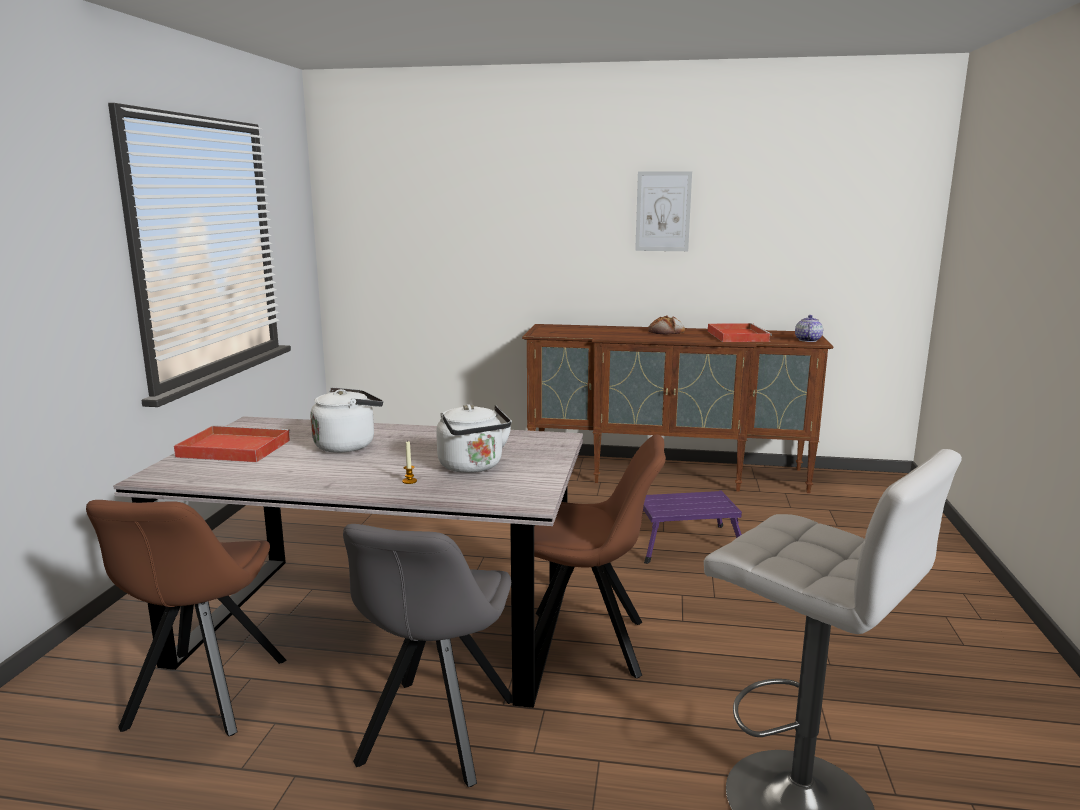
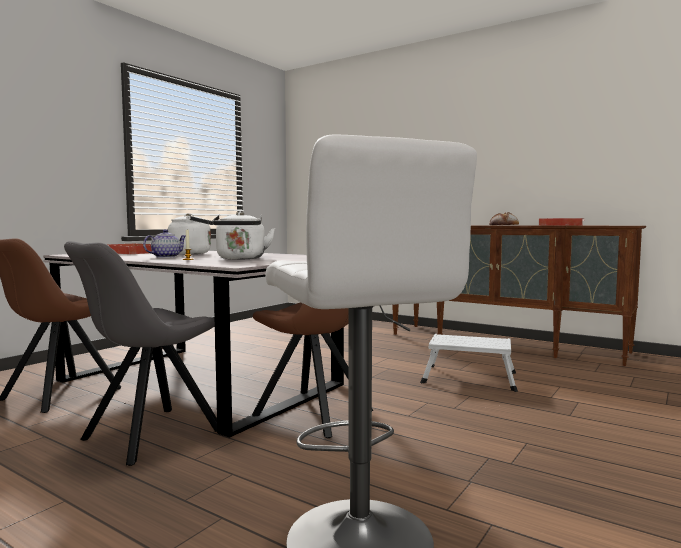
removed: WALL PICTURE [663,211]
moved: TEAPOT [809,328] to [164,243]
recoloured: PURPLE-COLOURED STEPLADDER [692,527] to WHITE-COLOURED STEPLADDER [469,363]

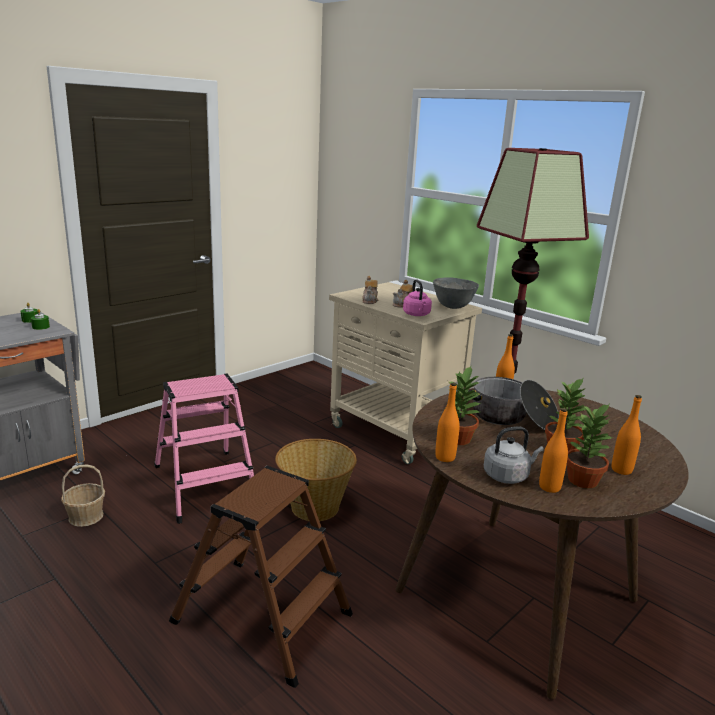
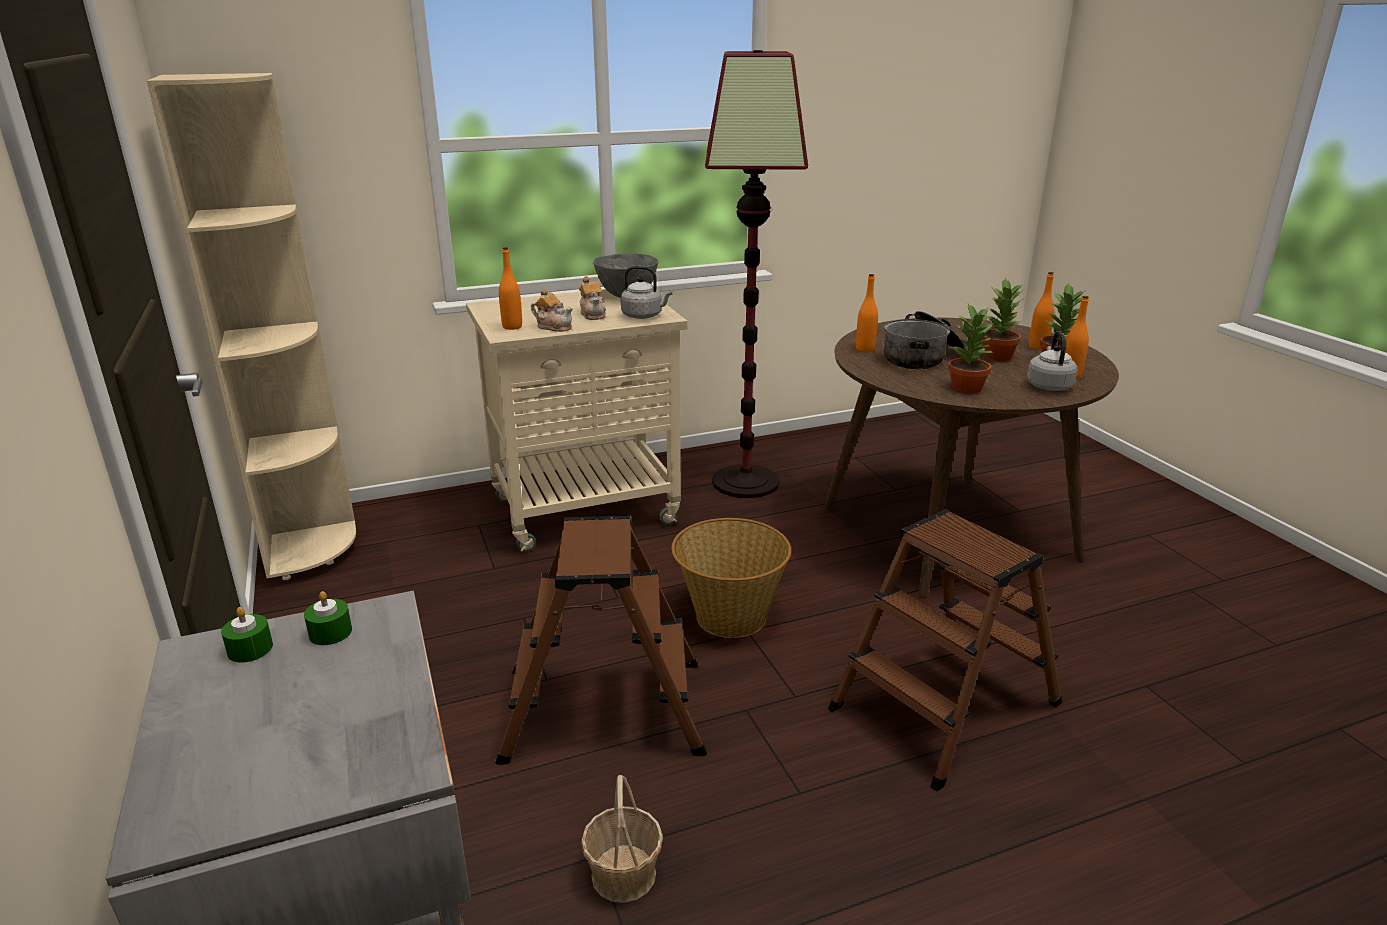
added: BEIGE SHELVING UNIT [251,326]
moved: ORANGE-COLOURED BEVERAGE BOTTLE [447,422] to [510,288]
recoloured: PINK STEPLADDER [204,448] to BROWN-COLOURED STEPLADDER [601,640]; PINK WATER KETTLE [417,297] to GREY WATER KETTLE [646,292]

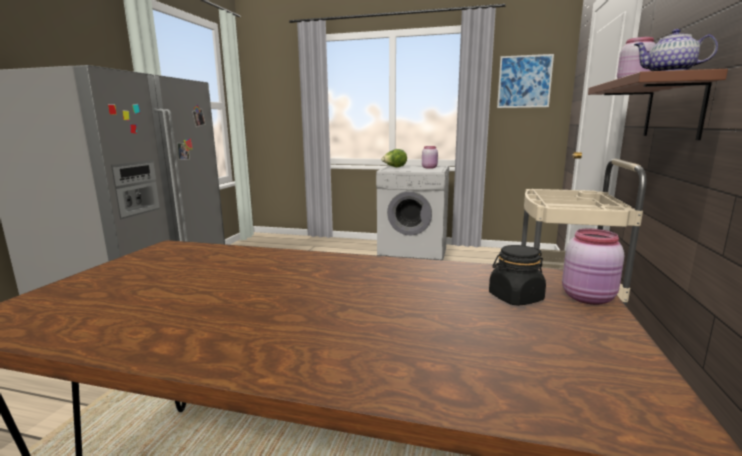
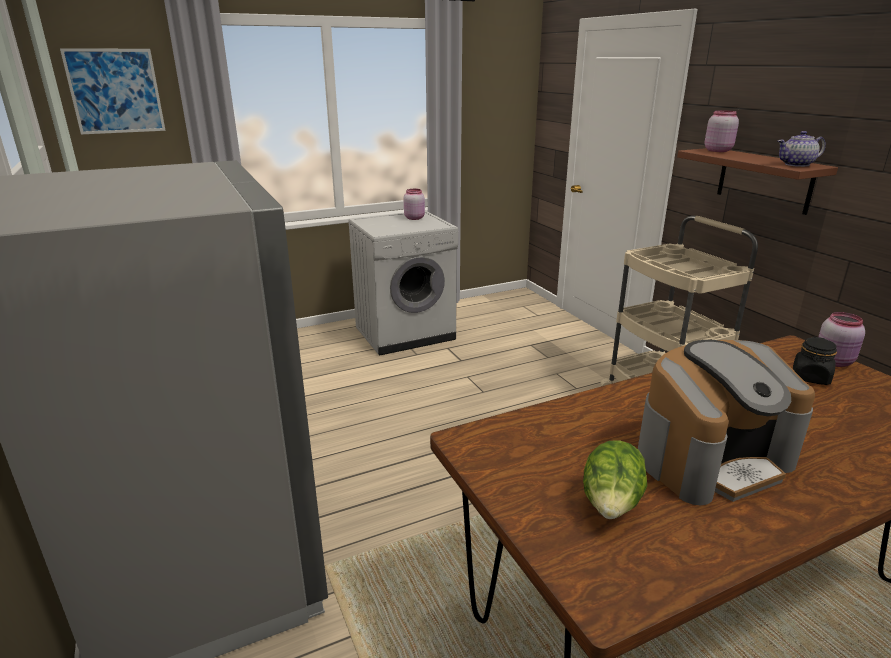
added: COFFEE MACHINE [726,422]
moved: LETTUCE [394,158] to [615,479]; WALL PICTURE [525,81] to [113,91]

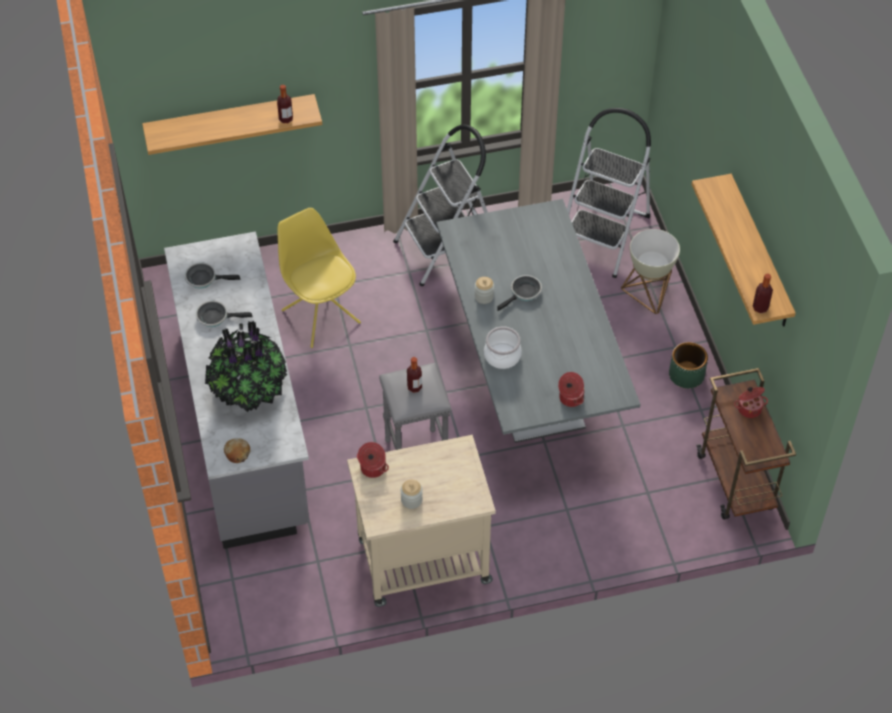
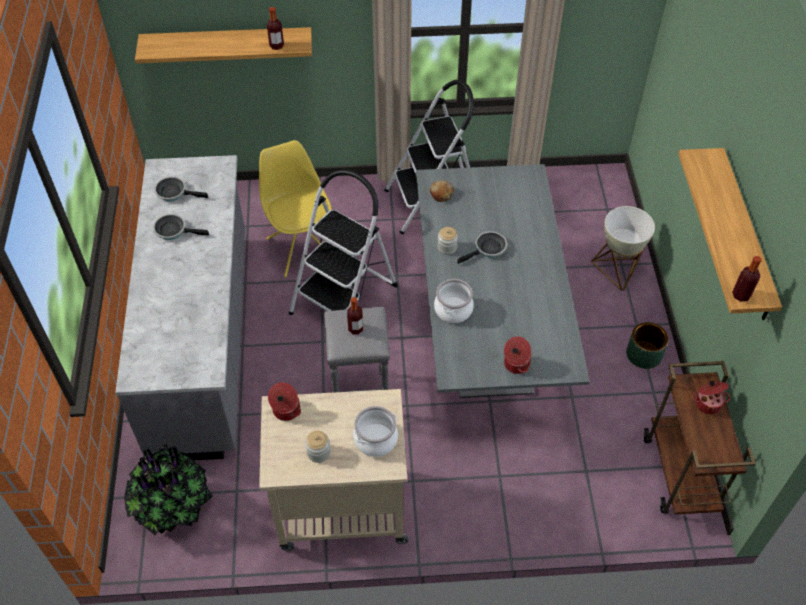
added: SAUCEPOT [375,431]
moved: POTTED PLANT [246,366] to [168,489]; BAKERY BREAD [237,450] to [442,191]; STEPLADDER [609,193] to [343,242]

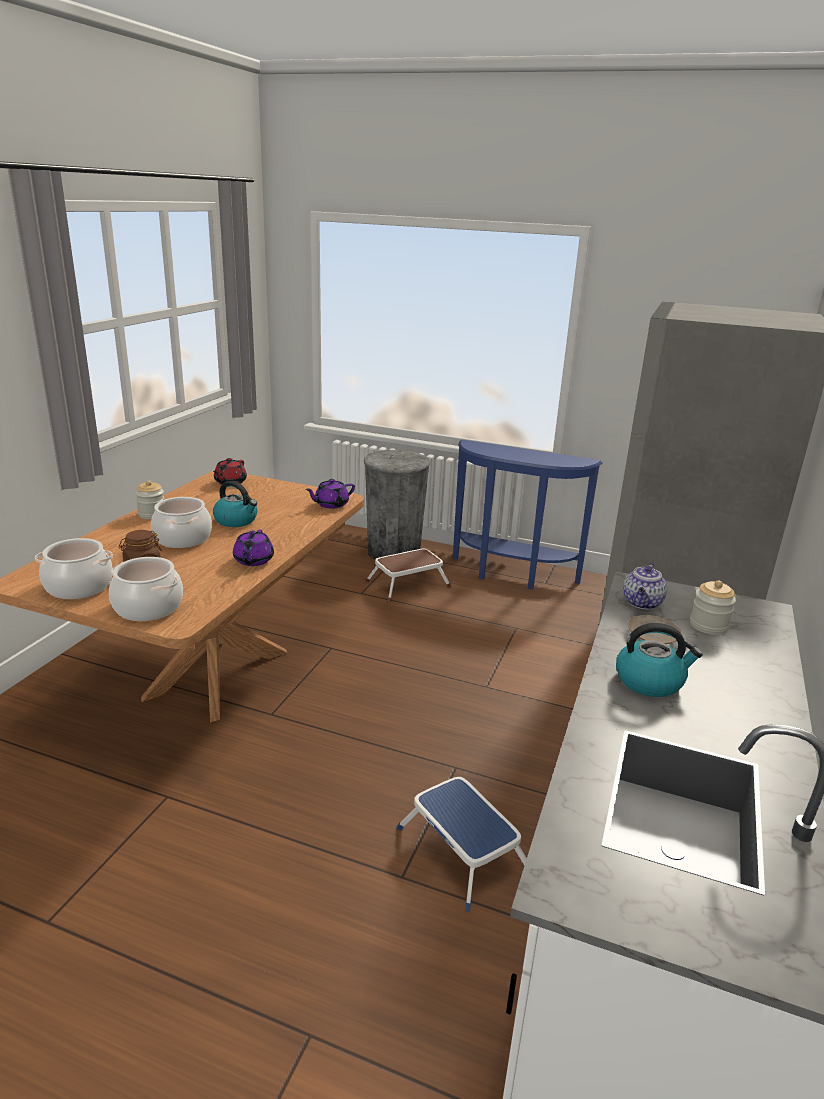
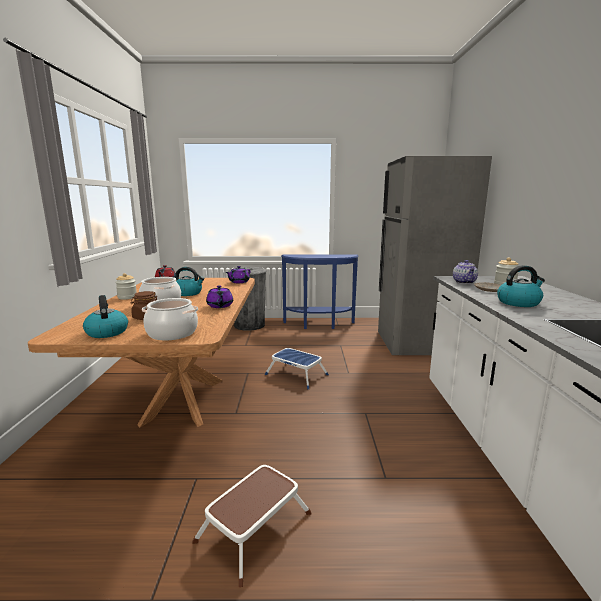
moved: BROWN-COLOURED STEPLADDER [408,576] to [251,526]; BLUE STEPLADDER [461,844] to [297,368]
replaced: SAUCEPOT [74,568] to WATER KETTLE [105,316]

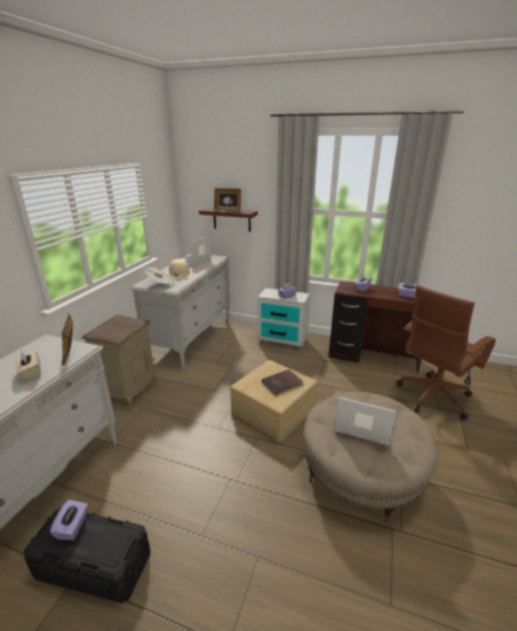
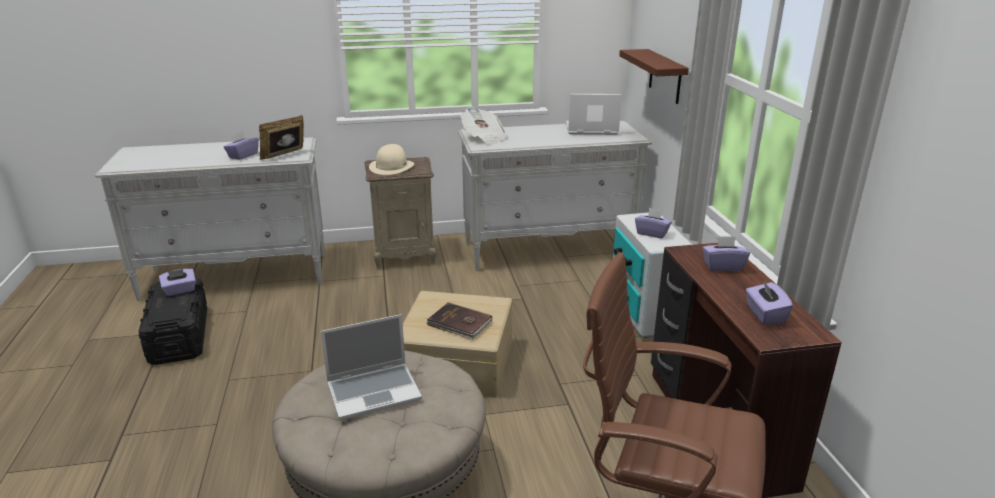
removed: PHOTO FRAME [227,199]
moved: BEIGE WEARABLE HAT [180,269] to [391,159]
recoloured: BEIGE TISSUE HOLDER [28,365] to PURPLE-COLOURED TISSUE HOLDER [241,145]
turned: NOTEBOOK COMPUTER [365,421] = [371,367] 75 degrees clockwise

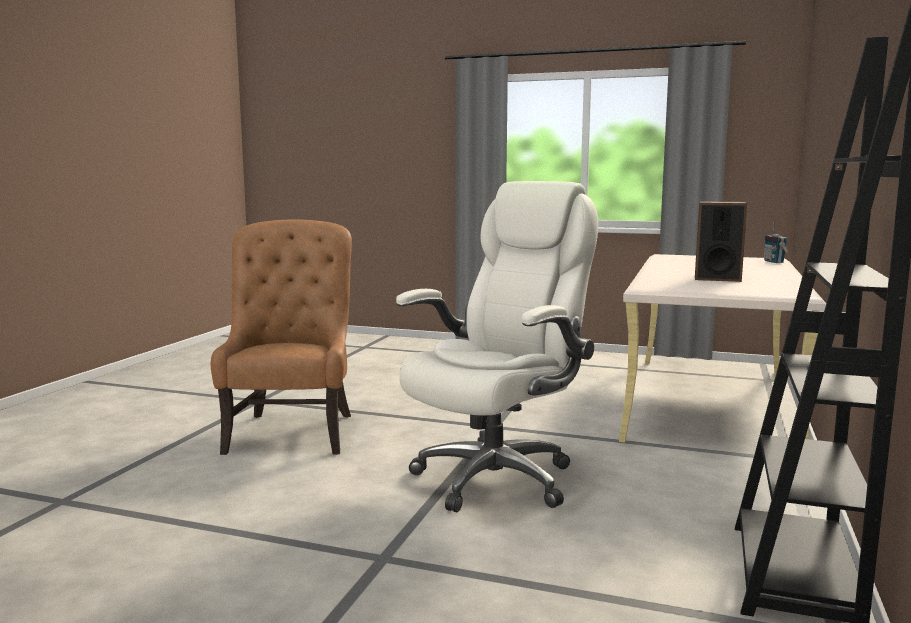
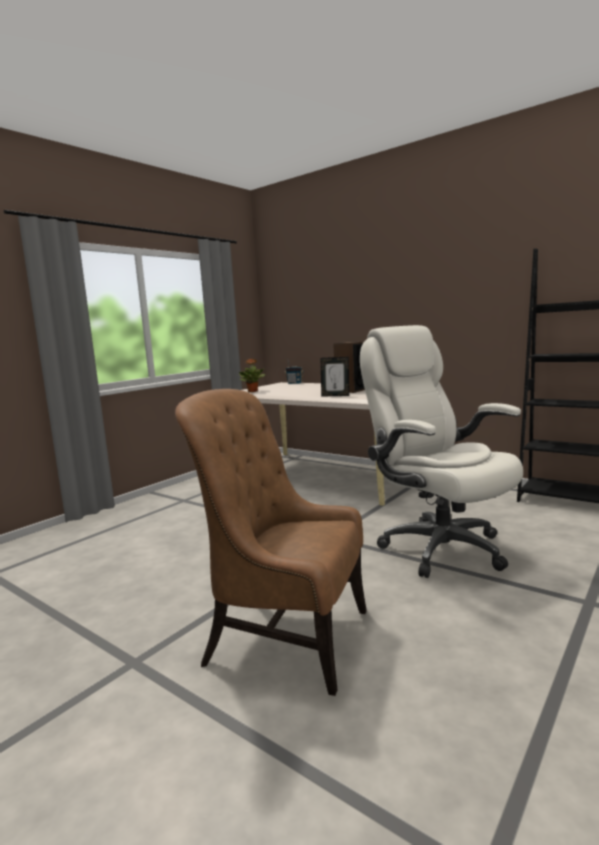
added: POTTED PLANT [252,375]; PHOTO FRAME [335,377]

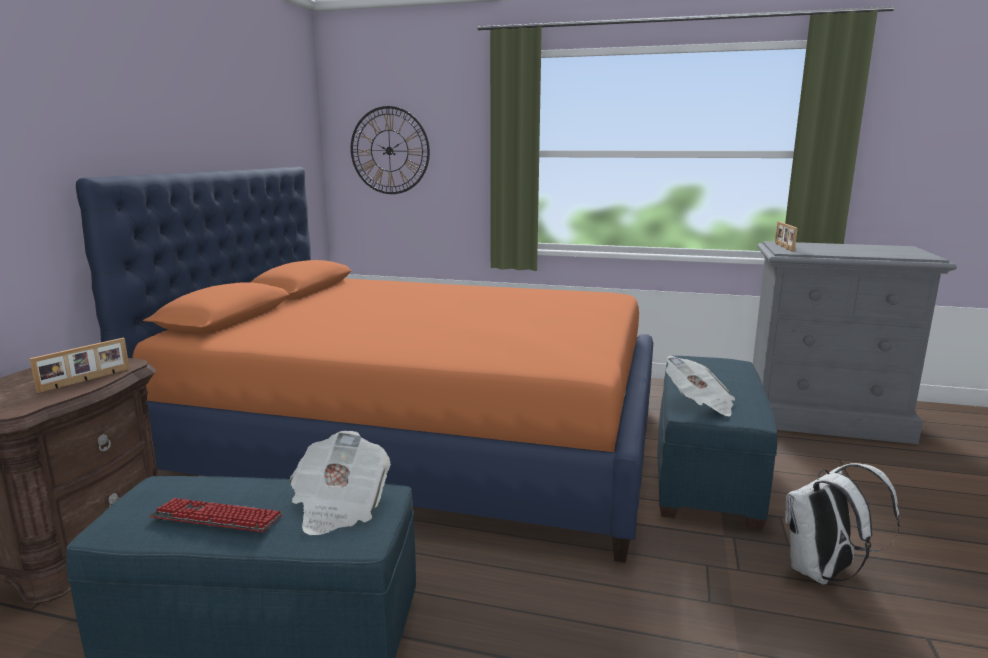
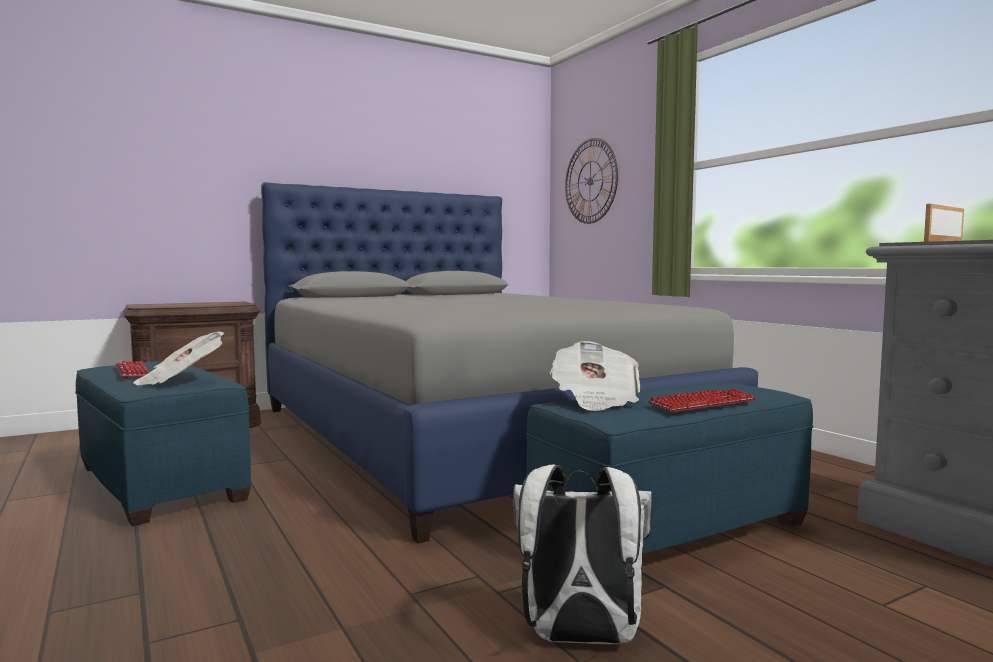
removed: PHOTO FRAME [79,365]
added: KEYBOARD [702,400]
recoloured: ORANGE-COLOURED BED [364,365] to GREY BED [509,362]

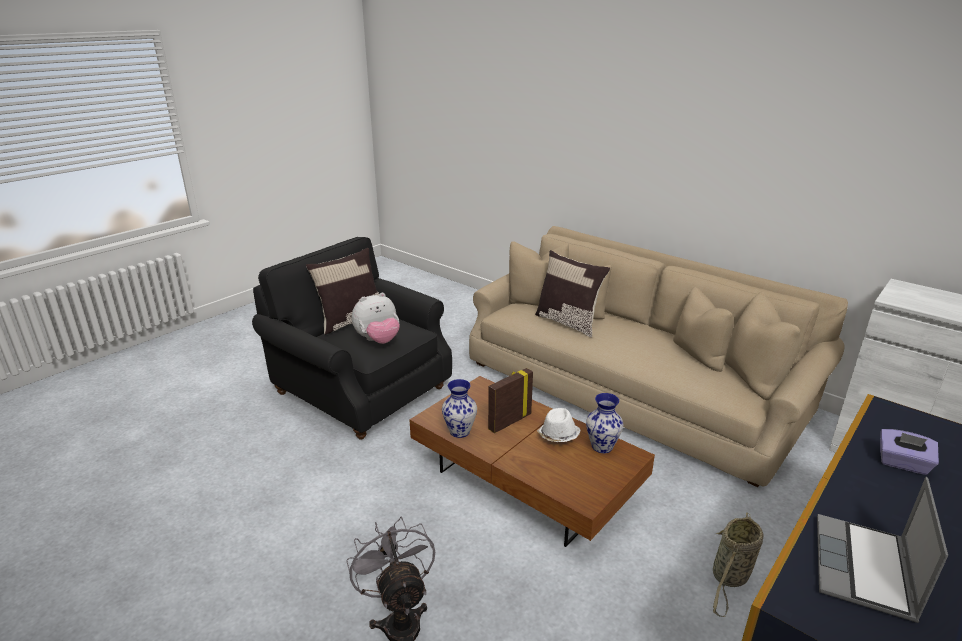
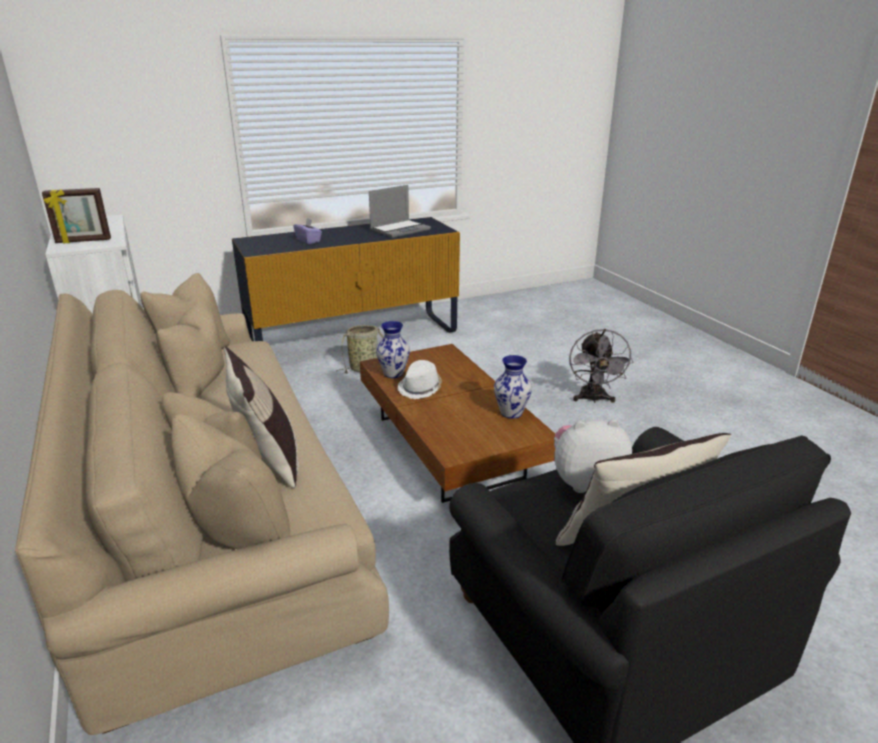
moved: PHOTO FRAME [510,400] to [76,216]

